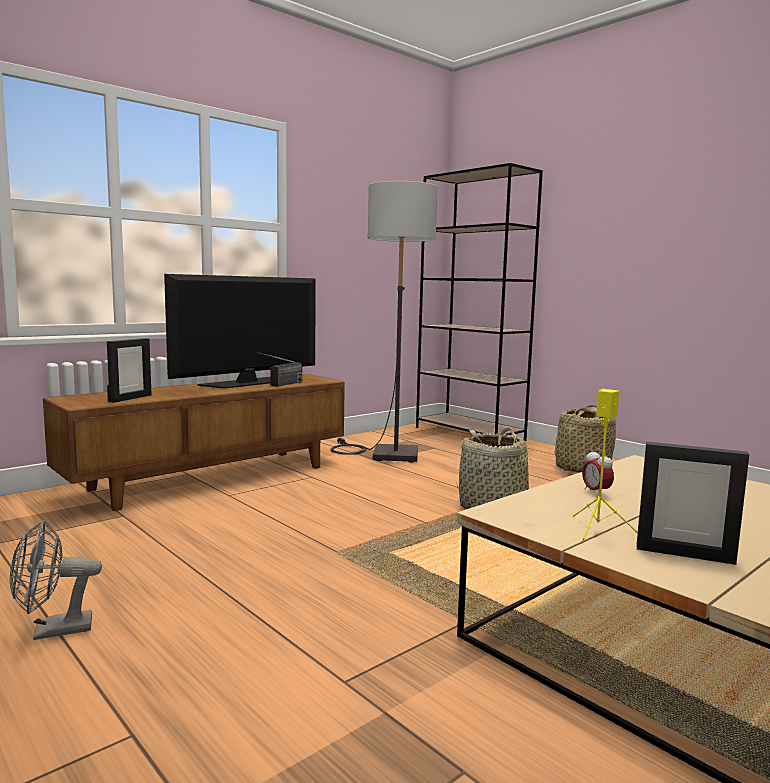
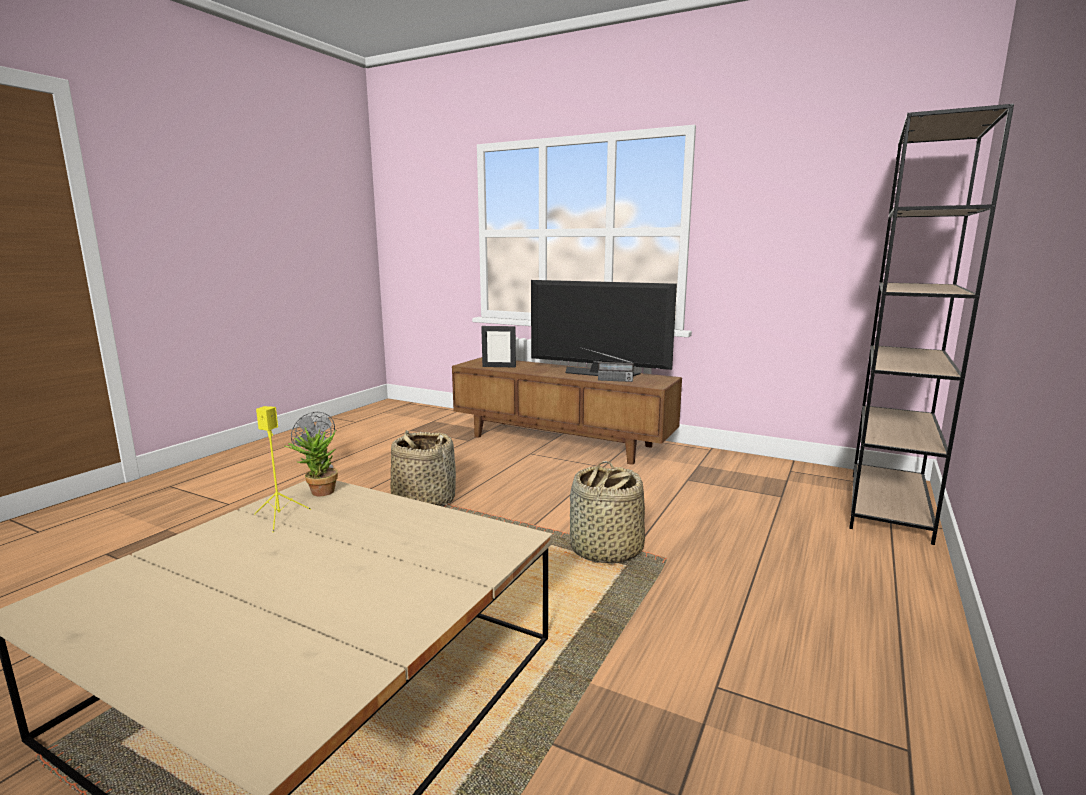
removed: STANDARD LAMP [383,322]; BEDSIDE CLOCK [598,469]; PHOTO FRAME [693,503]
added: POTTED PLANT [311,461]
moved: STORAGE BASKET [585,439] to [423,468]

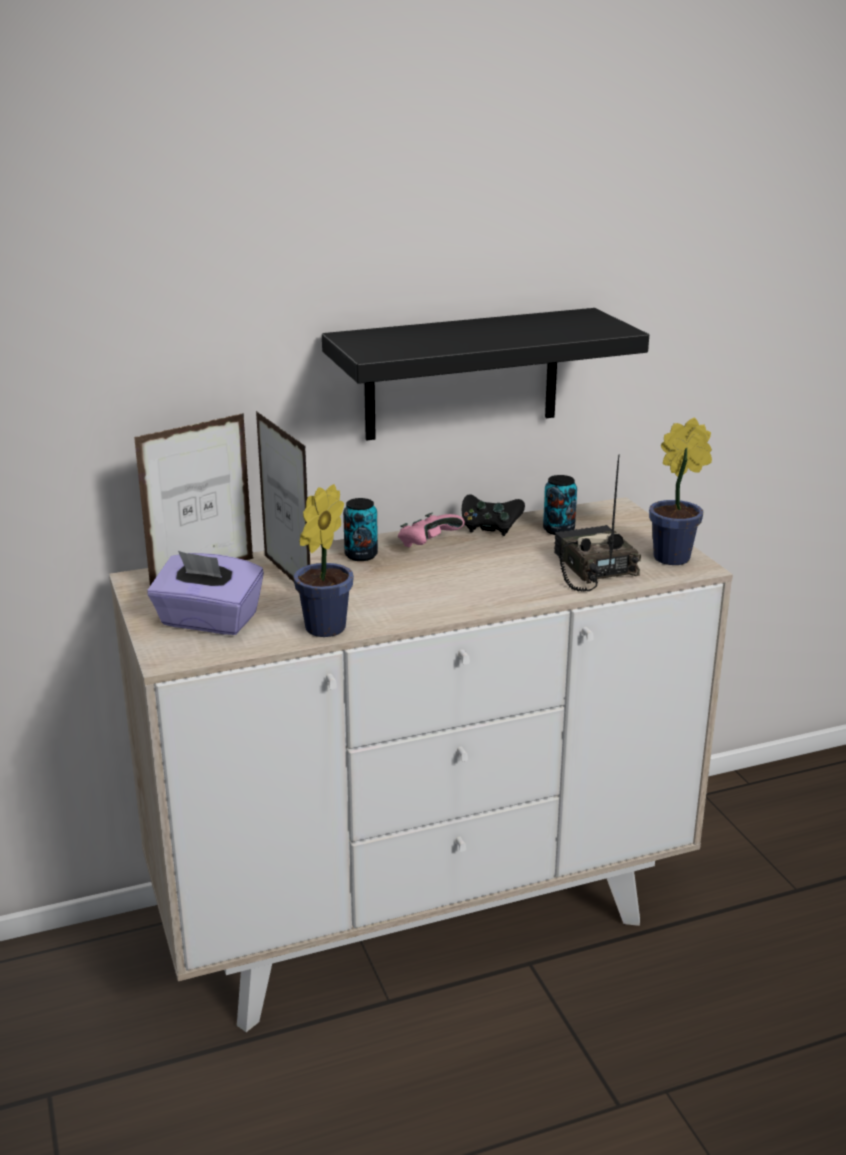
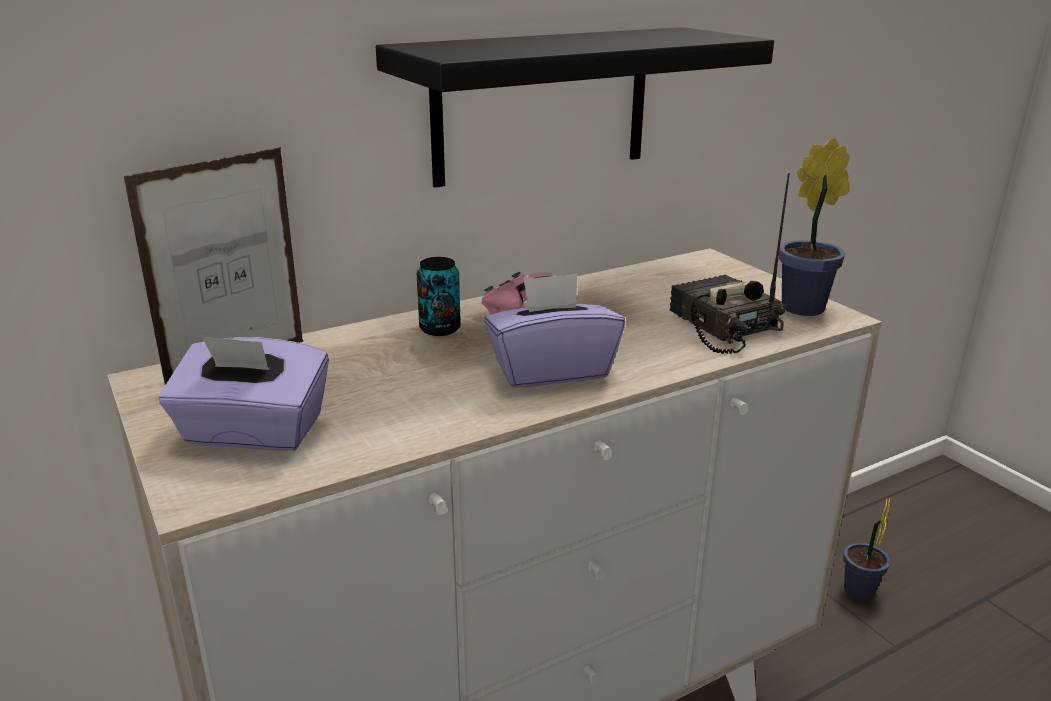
removed: PHOTO FRAME [283,496]; BLACKISH GAME CONTROLLER [493,515]; SEALED CAN [560,505]
added: PURPLE-COLOURED TISSUE HOLDER [554,331]
moved: POTTED PLANT [323,560] to [867,549]

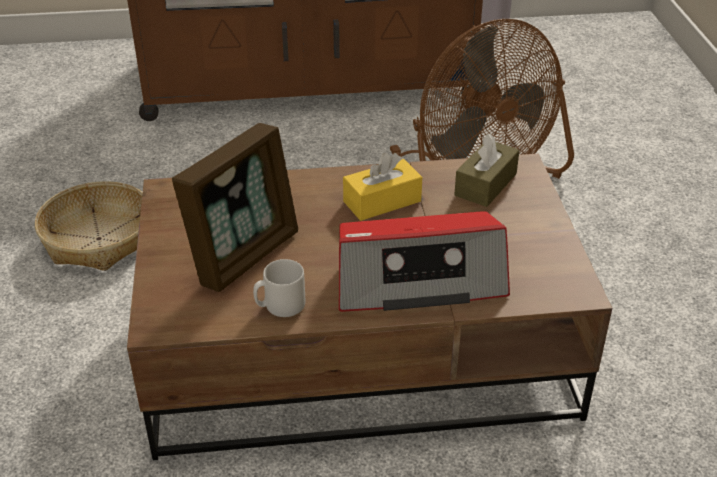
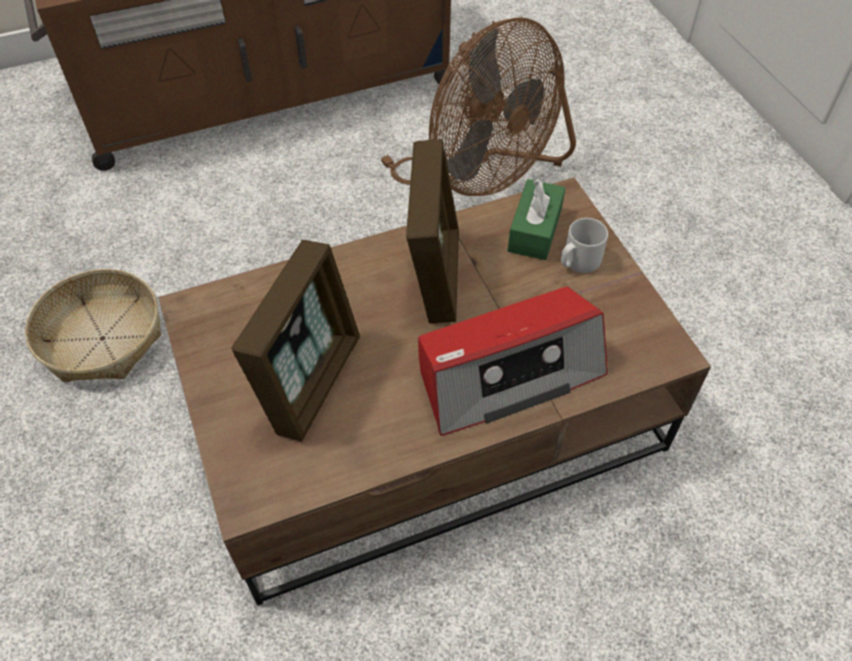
moved: GREY TEA MUG [279,288] to [584,245]
replaced: YELLOW TISSUE HOLDER [382,187] to PHOTO FRAME [432,231]
recoloured: BROWN-COLOURED TISSUE HOLDER [486,170] to GREENISH TISSUE HOLDER [536,219]

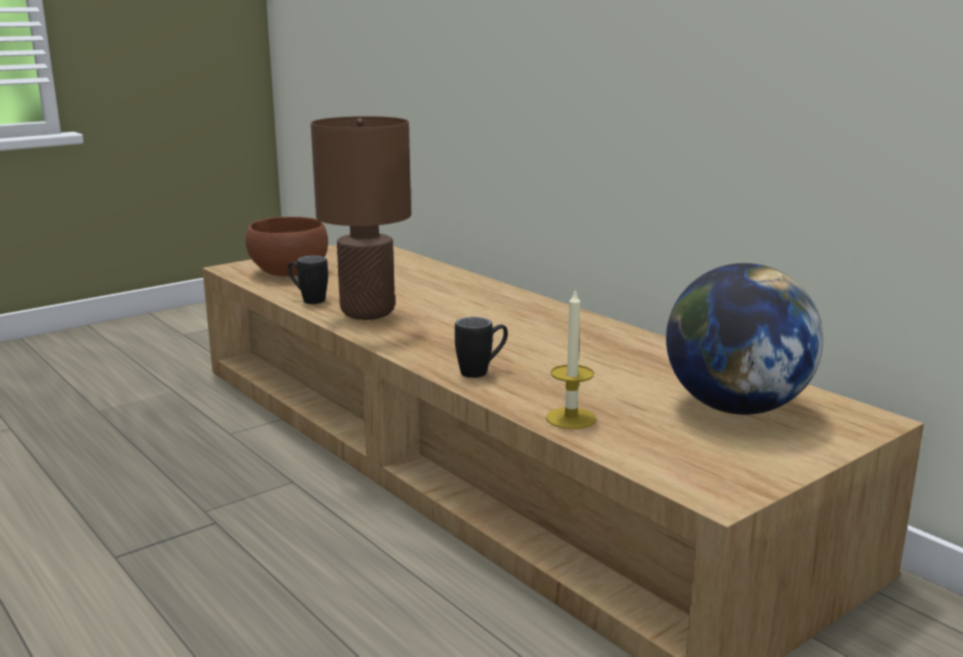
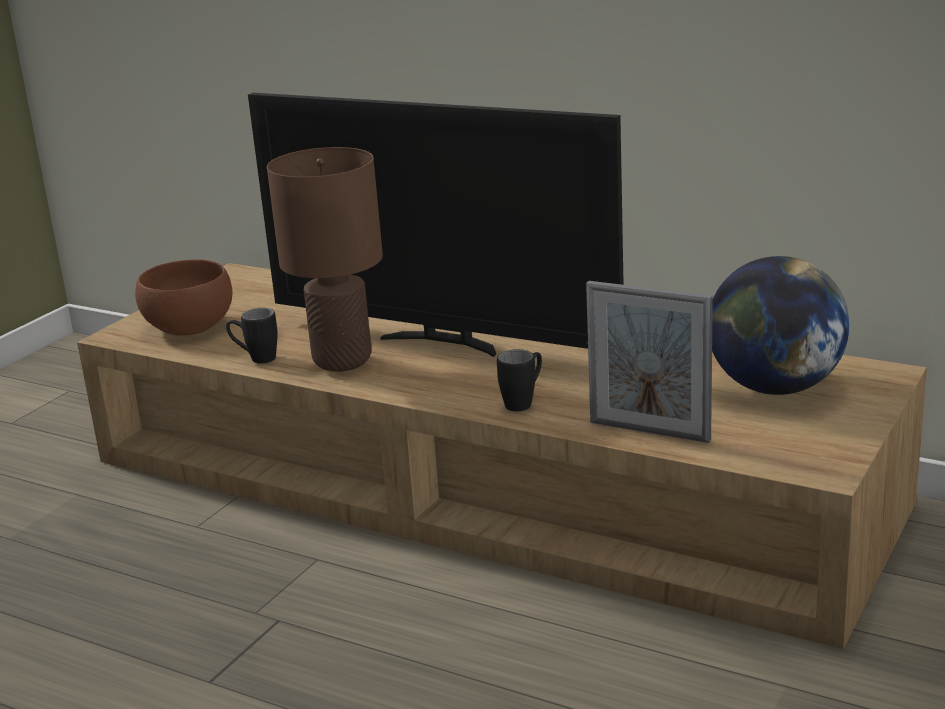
added: TELEVISION [436,225]
replaced: WAX LIGHT [571,358] to PHOTO FRAME [649,362]

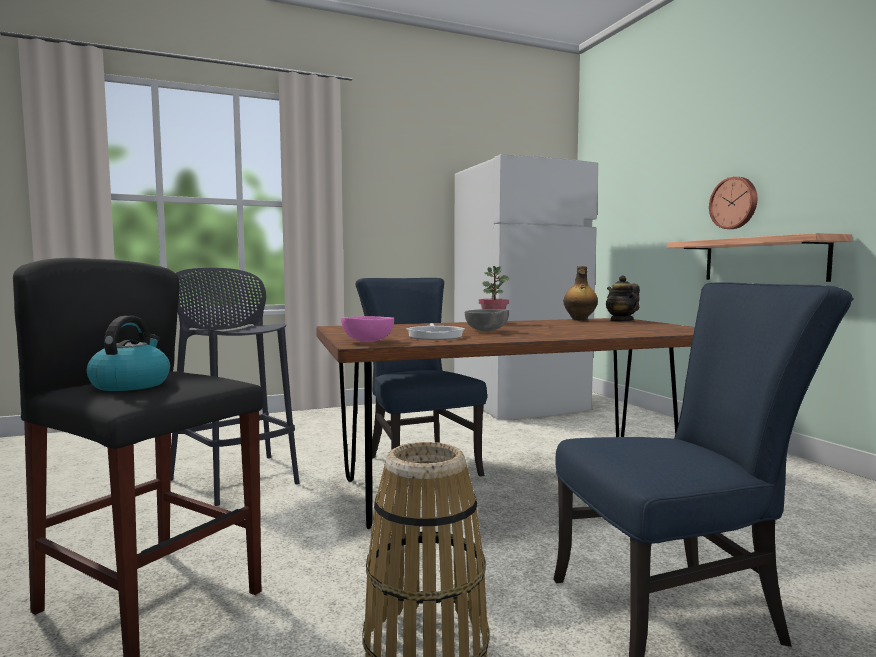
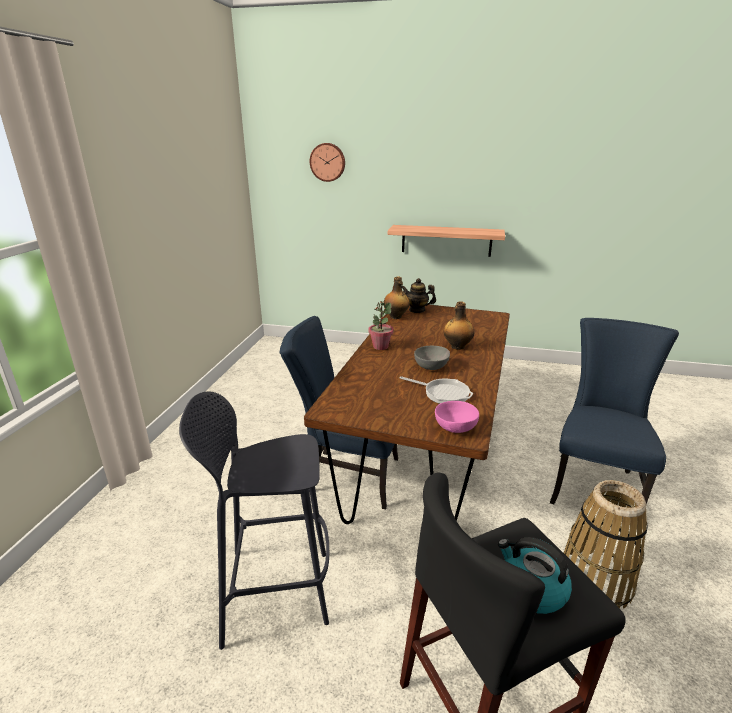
removed: WHITE-COLOURED KITCHEN FRIDGE [526,287]
added: BEVERAGE BOTTLE [459,325]
moved: CLOCK ON THE WALL [733,203] to [327,162]

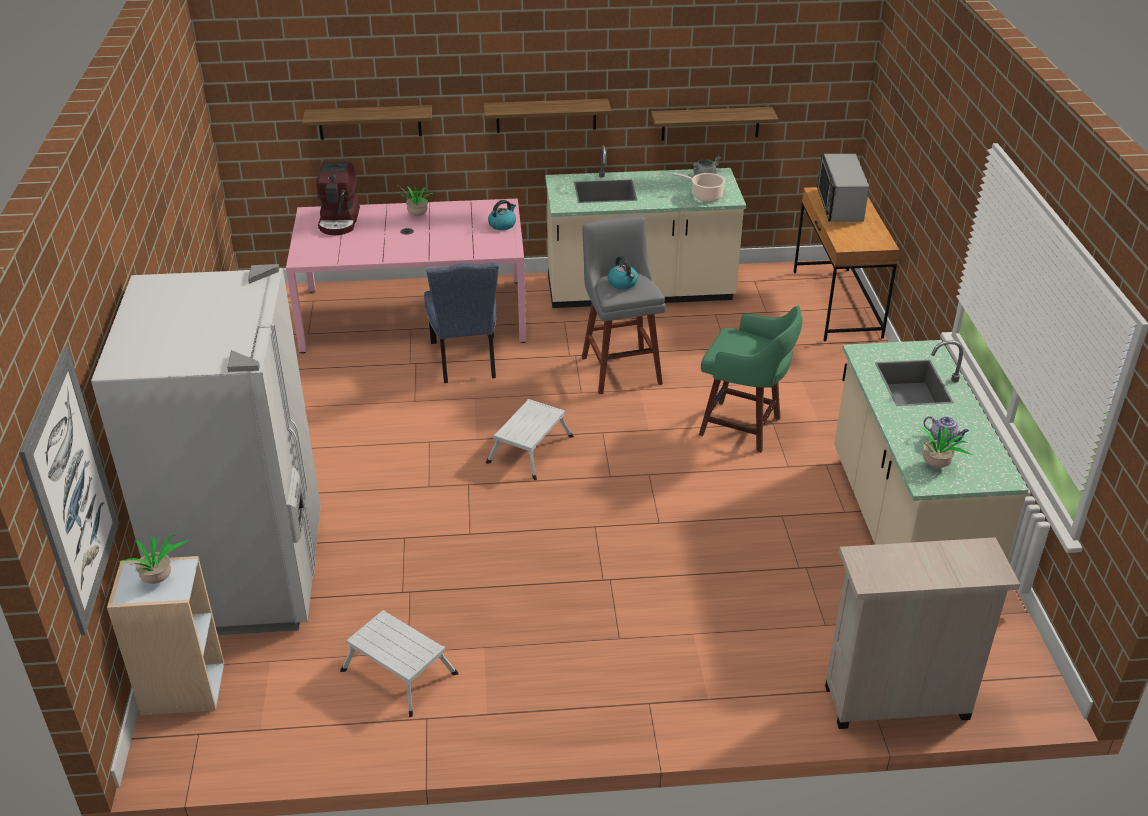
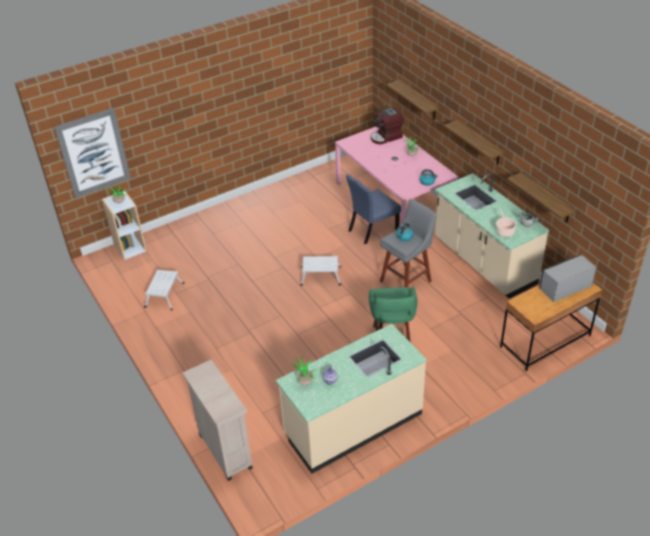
removed: WHITE-COLOURED KITCHEN FRIDGE [206,450]

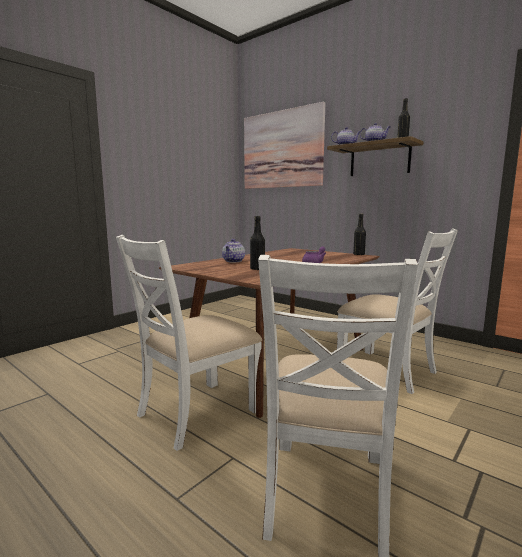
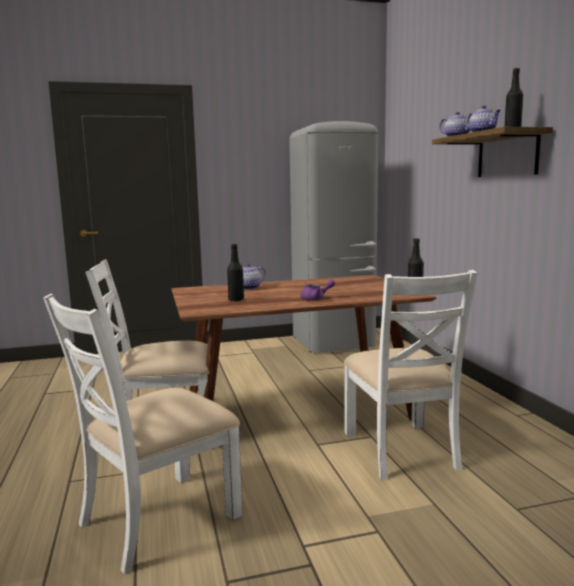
removed: WALL PICTURE [284,145]
added: GREY KITCHEN FRIDGE [333,236]

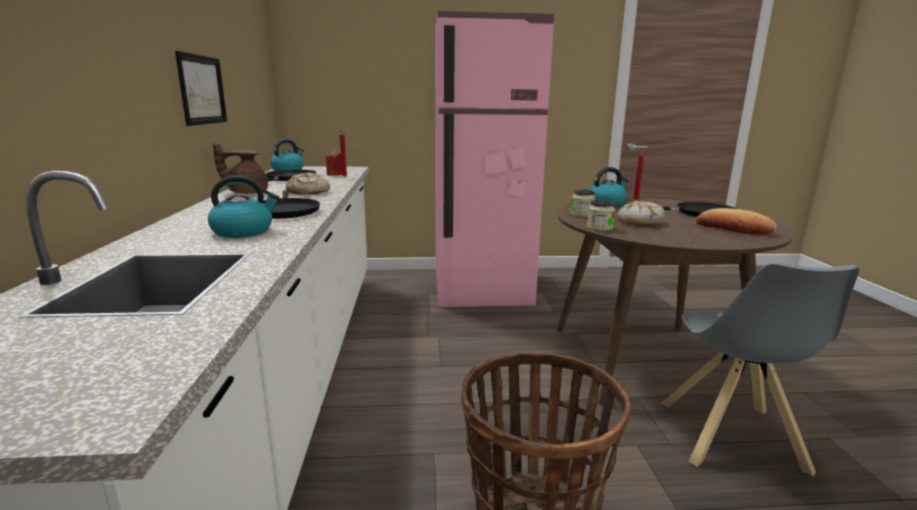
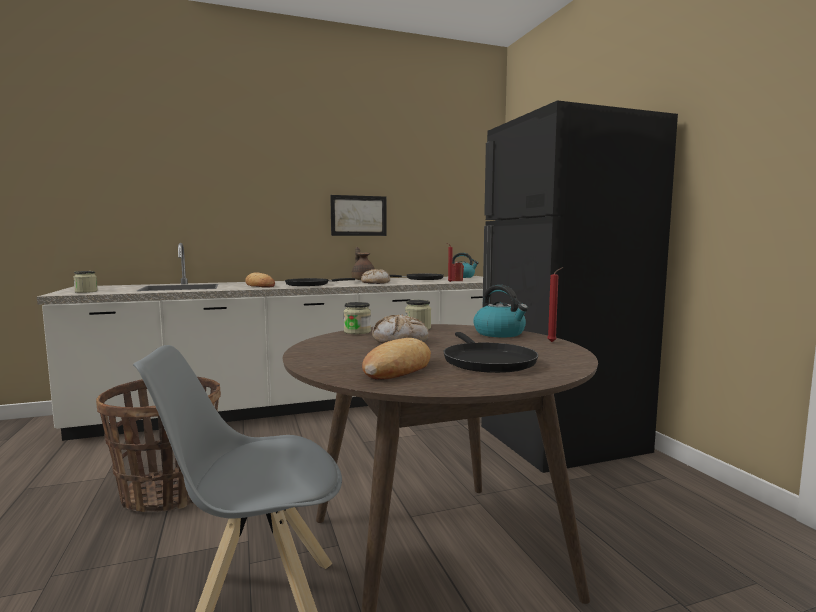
added: JAR [85,282]
replaced: WATER KETTLE [244,206] to BAKERY BREAD [260,280]
recoloured: PINK KITCHEN FRIDGE [494,159] to BLACKISH KITCHEN FRIDGE [579,286]

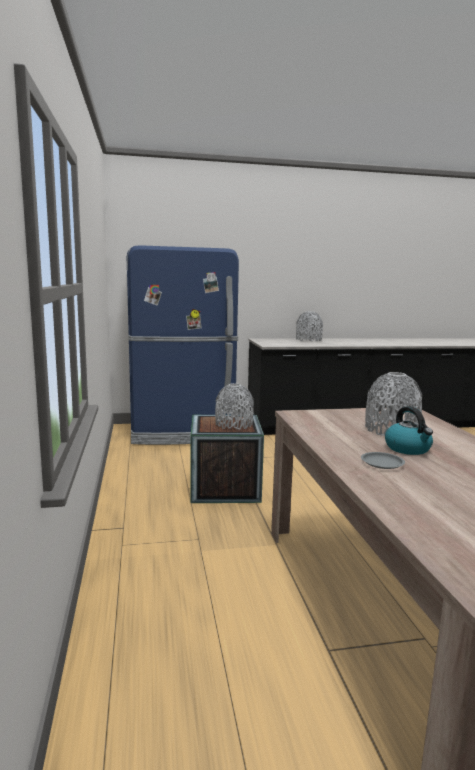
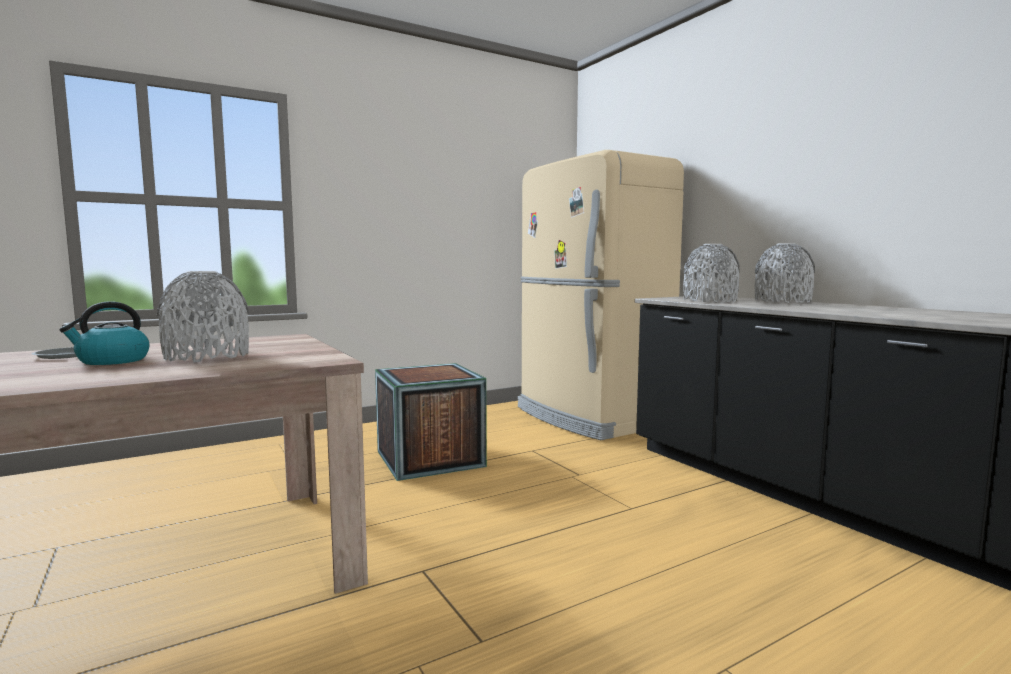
moved: GREY FLOWER VASE [234,406] to [711,273]
recoloured: BLUE KITCHEN FRIDGE [183,345] to BEIGE KITCHEN FRIDGE [601,295]

